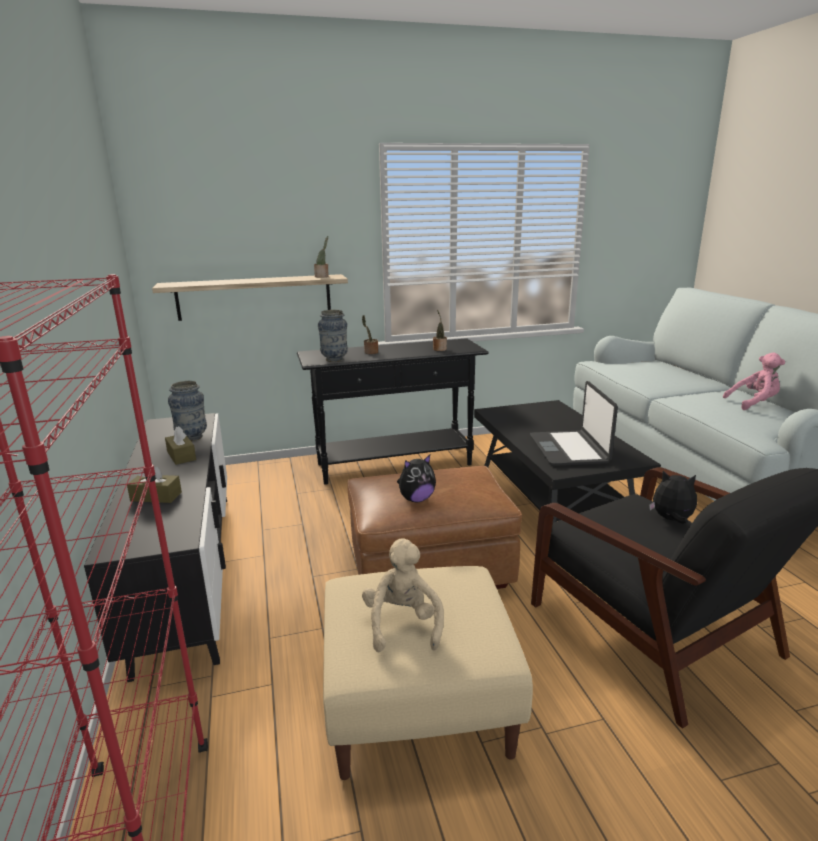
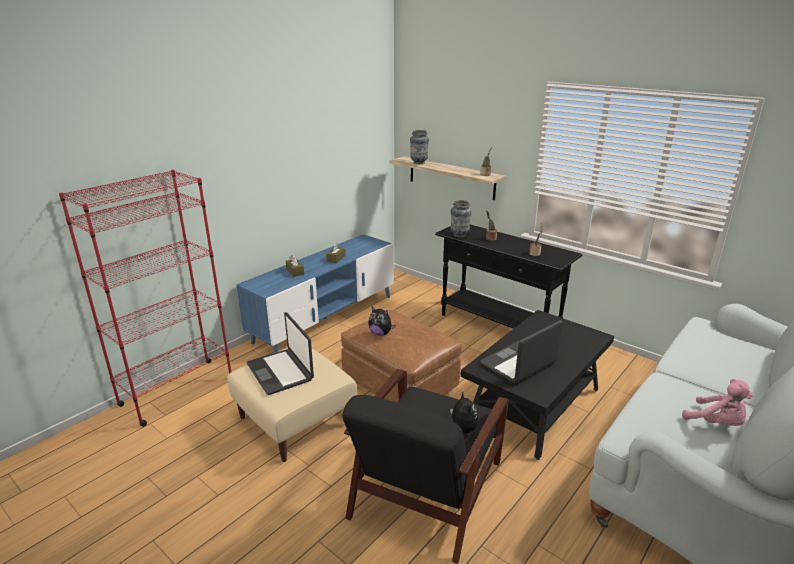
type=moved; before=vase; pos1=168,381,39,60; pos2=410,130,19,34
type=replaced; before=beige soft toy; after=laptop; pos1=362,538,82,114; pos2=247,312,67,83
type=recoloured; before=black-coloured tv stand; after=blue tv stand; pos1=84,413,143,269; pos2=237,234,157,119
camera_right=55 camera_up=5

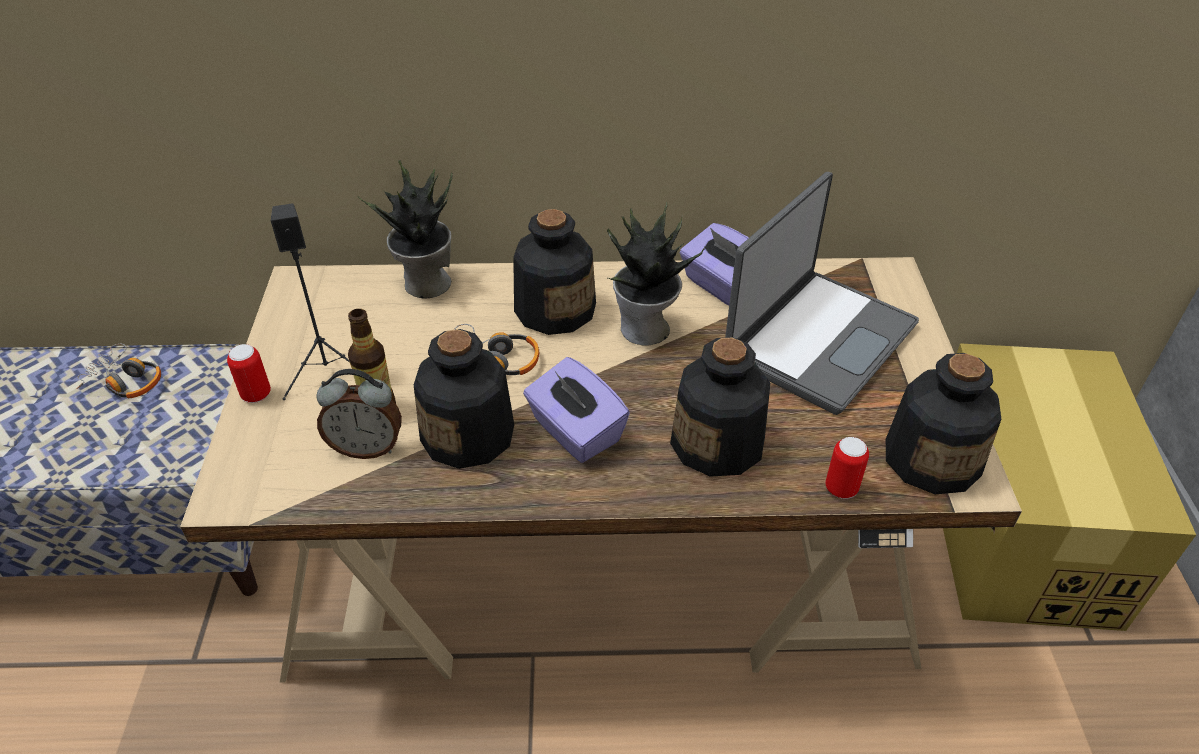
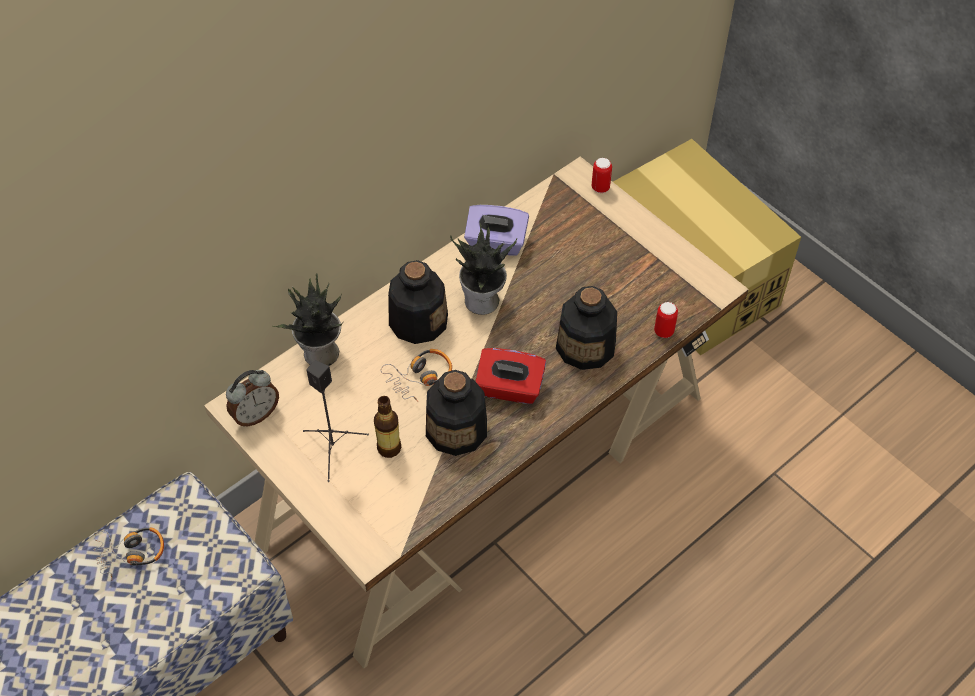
type=removed; before=laptop; pos1=725,172,194,243
type=removed; before=drink bottle; pos1=886,353,115,141
type=moved; before=can; pos1=227,344,44,59; pos2=592,158,20,35
type=moved; before=alarm clock; pos1=316,369,86,90; pos2=226,370,53,57
type=recoloured; before=purplish tissue box; after=red-coloured tissue box; pos1=523,357,107,106; pos2=475,348,71,56
camera_right=-40 camera_up=10

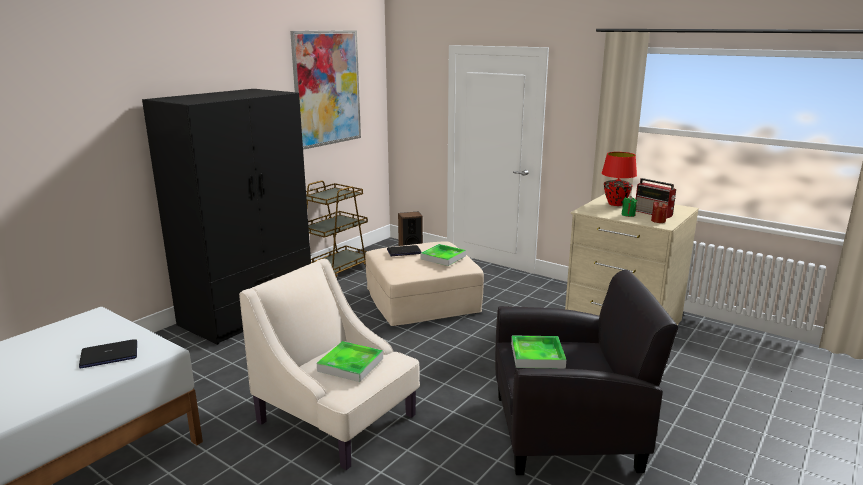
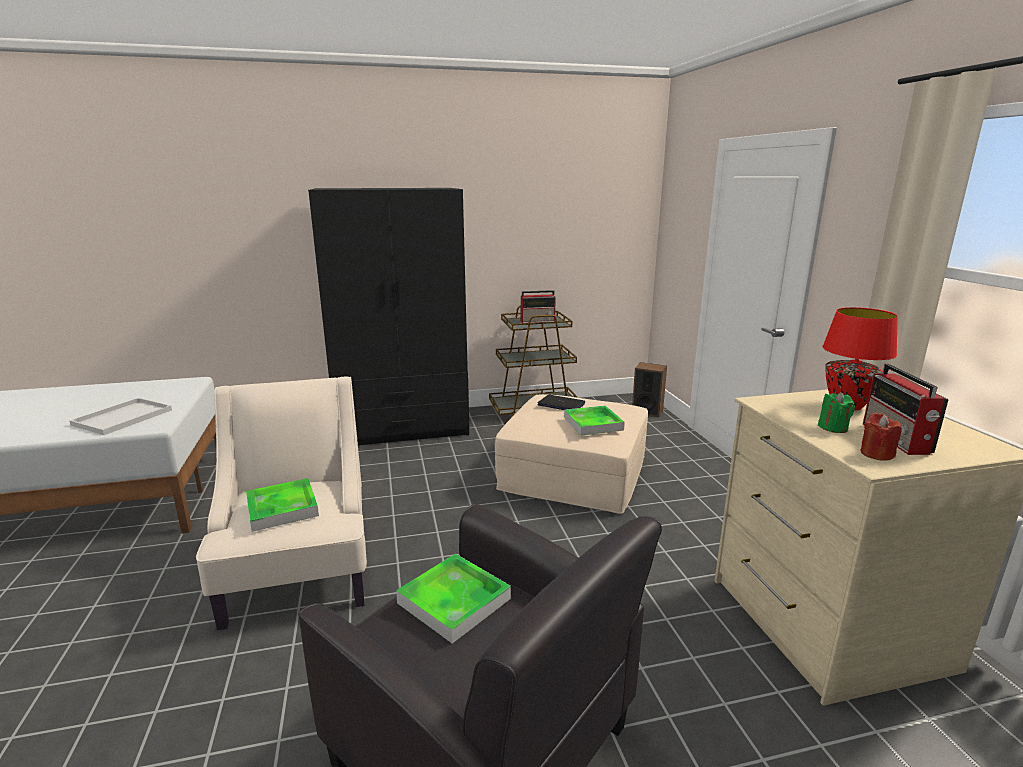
type=removed; before=wall art; pos1=290,30,71,120
type=added; after=radio; pos2=521,290,35,33
type=replaced; before=laptop; after=whitish serving tray; pos1=79,339,58,30; pos2=69,398,103,37
camera_right=40 camera_up=0

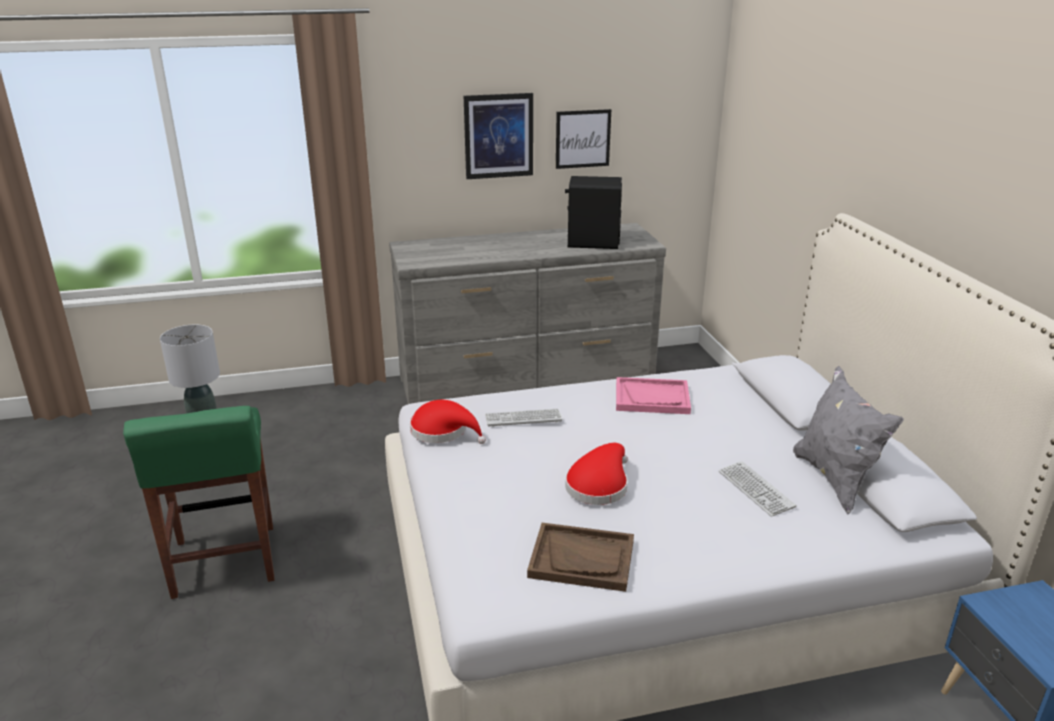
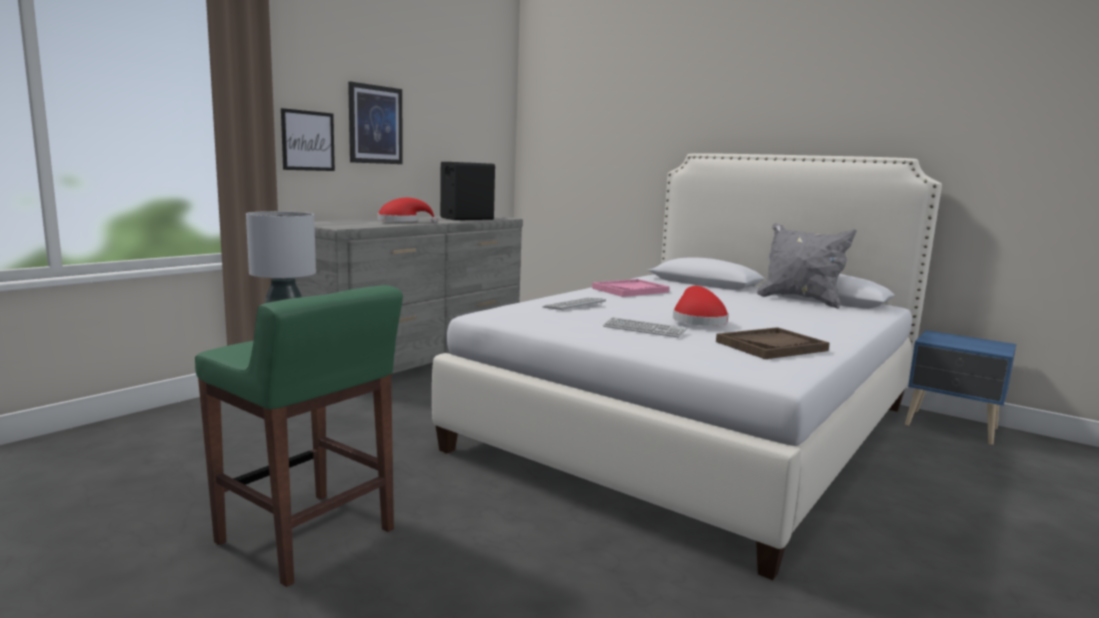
type=moved; before=red-coloured clothing hat; pos1=410,400,76,44; pos2=377,198,60,25
type=moved; before=wall art; pos1=556,109,55,60; pos2=281,108,54,63
type=moved; before=keyboard; pos1=719,461,77,56; pos2=603,317,84,20
camera_right=-40 camera_up=-15

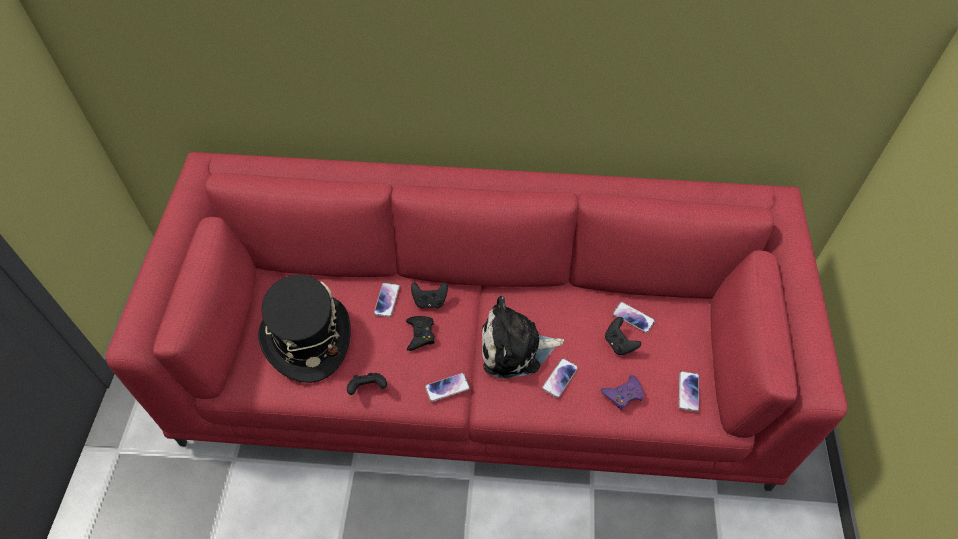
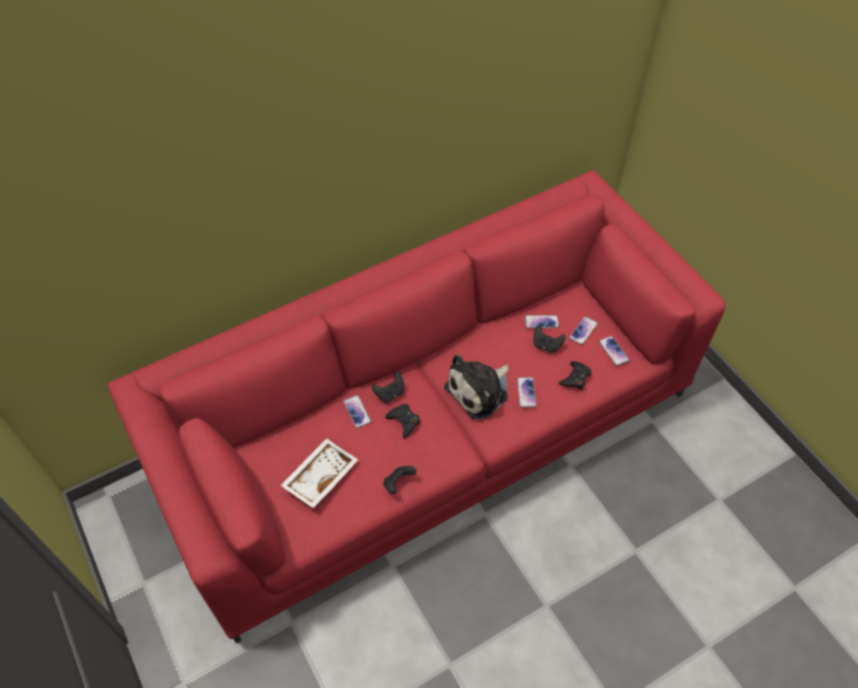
type=moved; before=handset; pos1=425,373,45,29; pos2=569,316,29,29
type=replaced; before=black-coloured clothing hat; after=whitish serving tray; pos1=258,275,93,108; pos2=280,438,78,70
type=recoloured; before=purplish game controller; after=black-coloured game controller; pos1=601,375,43,35; pos2=559,361,32,29
camera_right=-35 camera_up=0

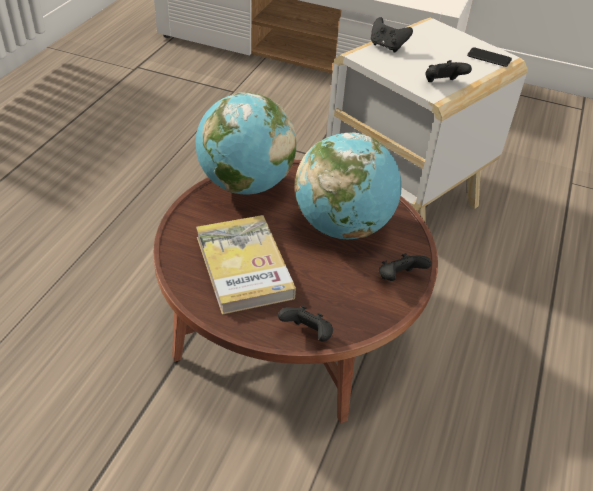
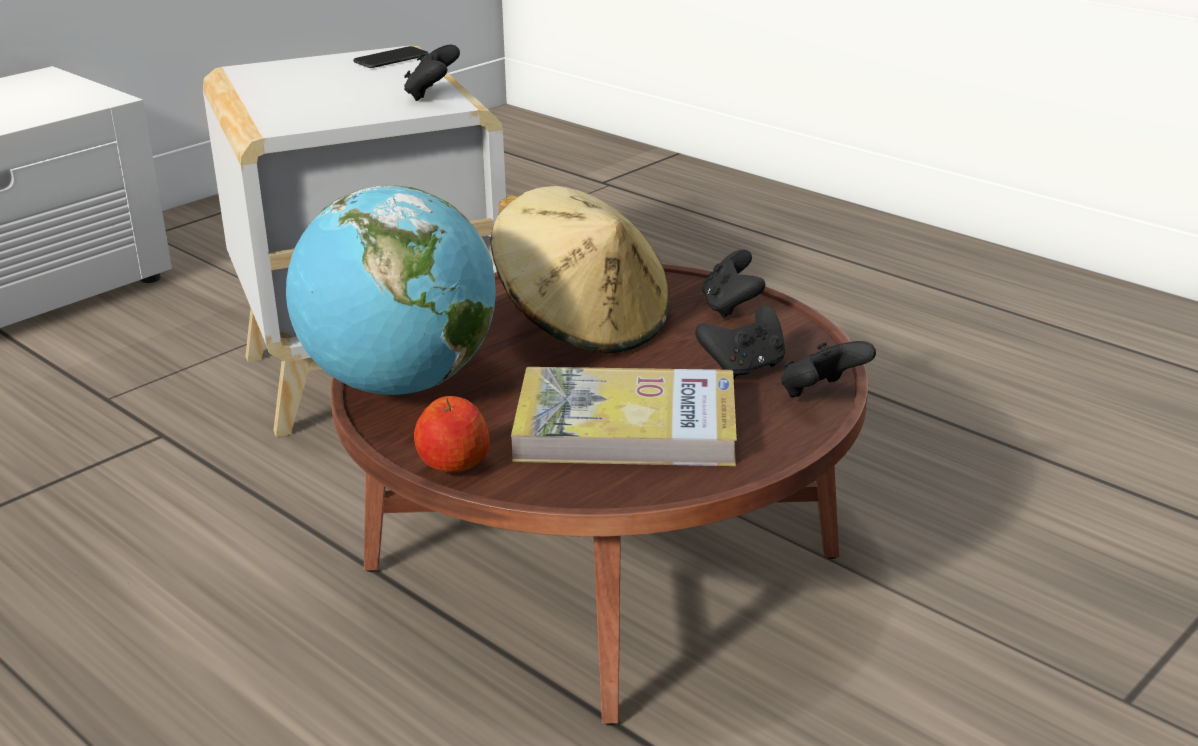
type=added; after=whole apple; pos2=414,396,76,76
type=moved; before=black-coloured game controller; pos1=371,17,42,35; pos2=695,305,90,74
type=replaced; before=globe; after=beige clothing hat; pos1=295,132,107,107; pos2=490,186,180,168
camera_right=-65 camera_up=-15

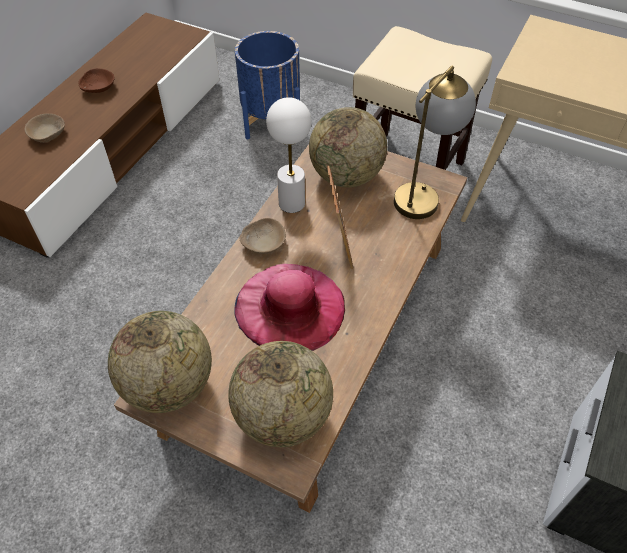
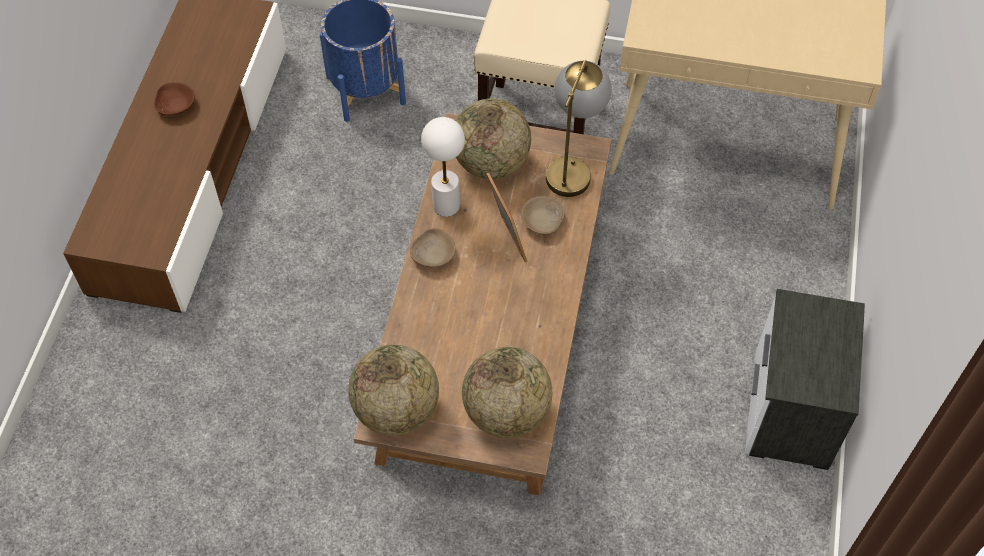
type=removed; before=pink-coloured clothing hat; pos1=234,264,111,87
type=moved; before=beige deep dish; pos1=24,113,41,30; pos2=521,196,44,39
camera_right=-15 camera_up=5

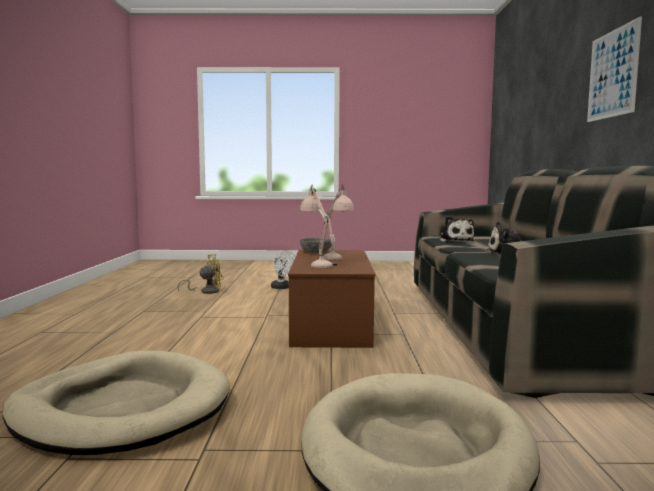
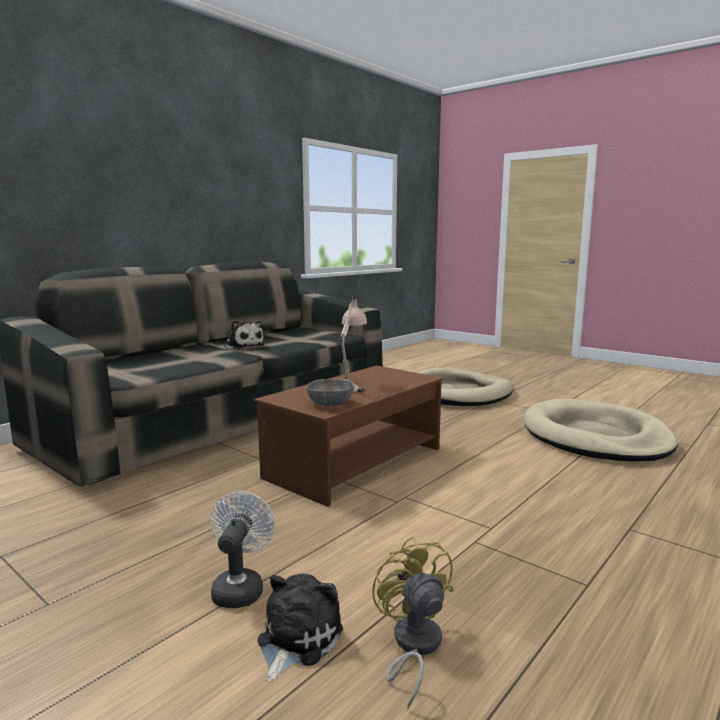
type=removed; before=beige tabletop lamp; pos1=300,185,37,83
type=removed; before=wall art; pos1=587,16,55,106
type=moved; before=soft toy; pos1=438,216,36,26; pos2=257,573,86,109
type=turned; before=yellow-coloured electric fan; pos1=177,254,47,40; pos2=372,536,82,173; turn=60
camera_right=-140 camera_up=5

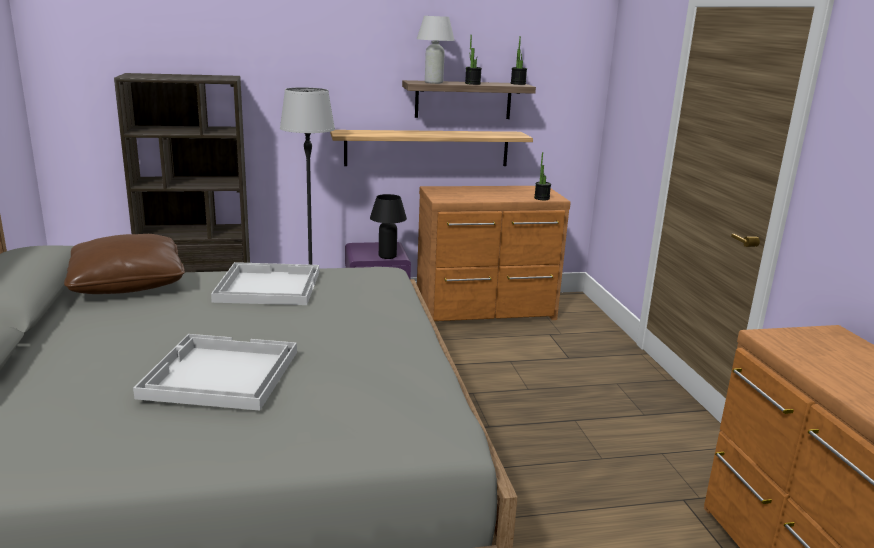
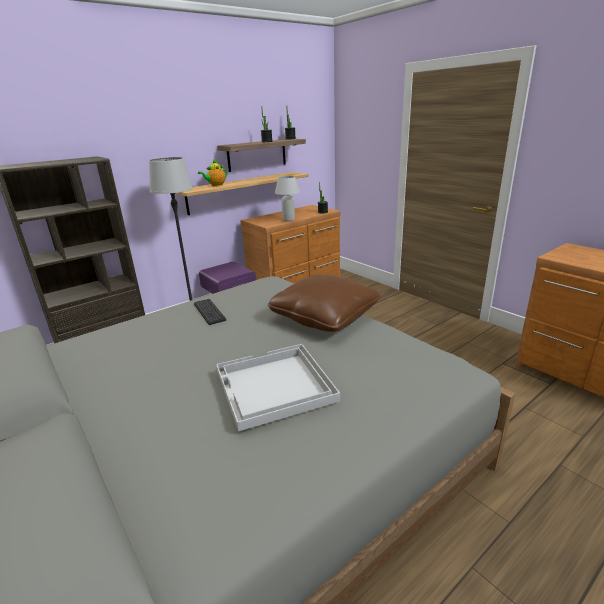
type=removed; before=black-coloured tabletop lamp; pos1=370,194,37,65
type=added; after=tea pot; pos2=198,160,29,27
type=moved; before=brown-coloured cushion; pos1=64,234,121,60; pos2=267,274,114,58
type=moved; before=whitish tabletop lamp; pos1=417,16,38,68; pos2=275,176,25,45
type=replaced; before=whitish serving tray; after=keyboard; pos1=211,262,108,43; pos2=194,299,32,26
camera_right=-25 camera_up=5

